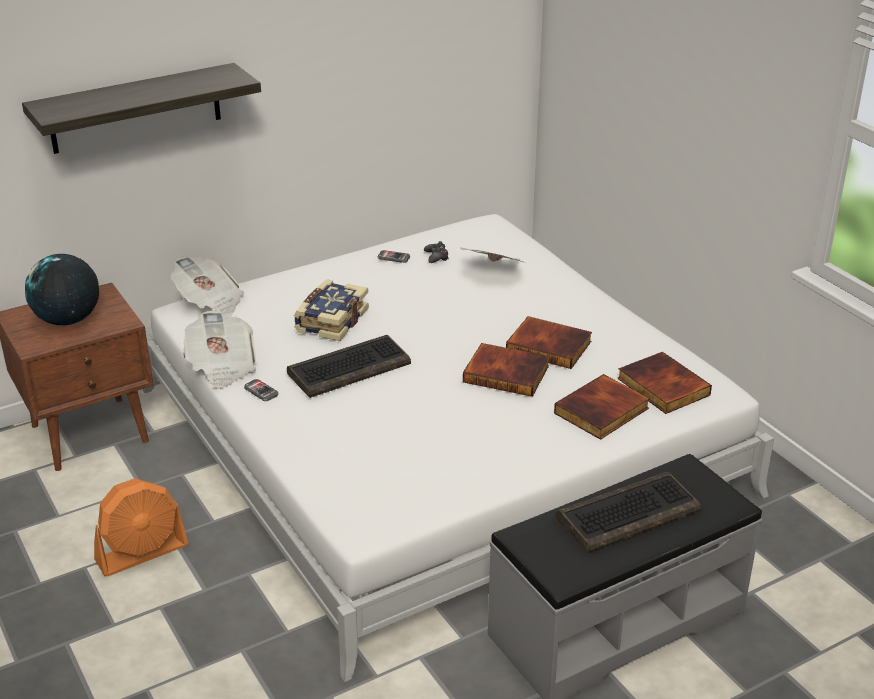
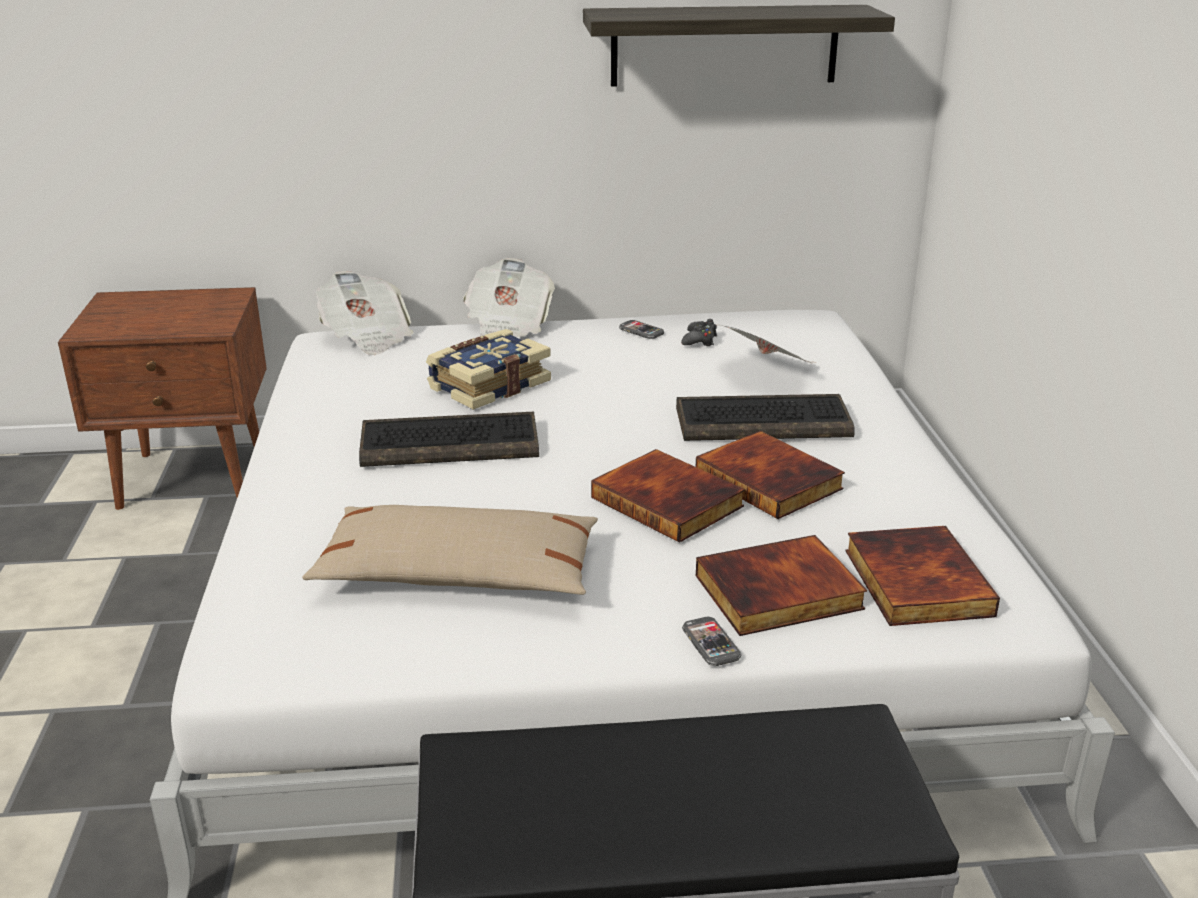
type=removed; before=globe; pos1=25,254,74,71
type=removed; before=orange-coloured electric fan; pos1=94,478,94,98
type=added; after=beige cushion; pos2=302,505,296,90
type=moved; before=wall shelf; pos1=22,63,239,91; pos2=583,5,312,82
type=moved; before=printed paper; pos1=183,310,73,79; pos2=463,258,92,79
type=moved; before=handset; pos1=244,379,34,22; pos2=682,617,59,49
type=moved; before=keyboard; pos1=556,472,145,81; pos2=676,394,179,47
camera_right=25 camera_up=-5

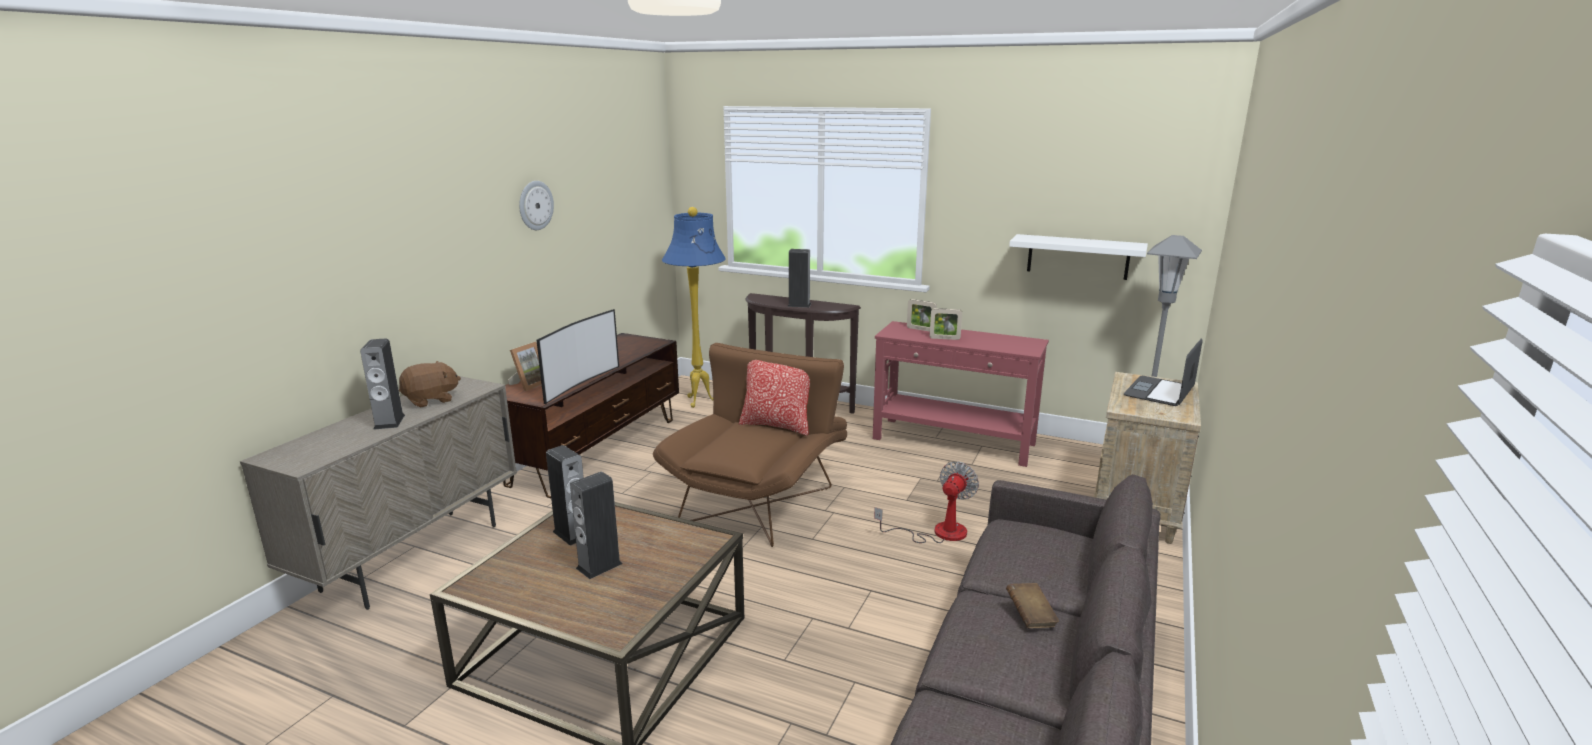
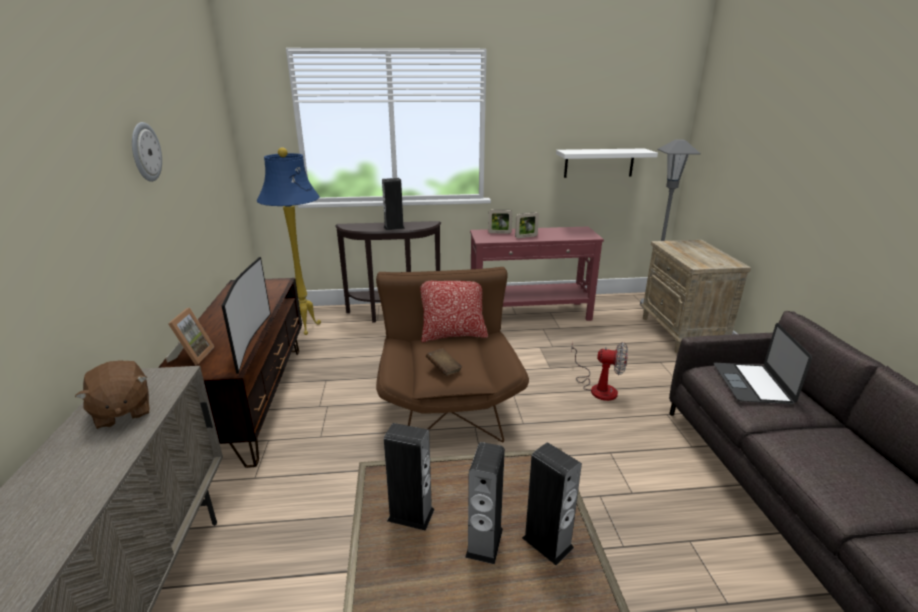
type=moved; before=speaker; pos1=360,339,45,91; pos2=522,442,60,123
type=moved; before=brown-coloured bound book; pos1=1006,583,53,45; pos2=426,348,36,28
type=moved; before=laptop; pos1=1124,339,79,67; pos2=714,323,98,81
type=turned; before=brown-coloured soft toy; pos1=399,361,62,47; pos2=75,361,74,68; turn=120
type=turned; before=electric fan; pos1=874,462,105,81; pos2=571,341,57,60; turn=105
camera_right=-30 camera_up=5

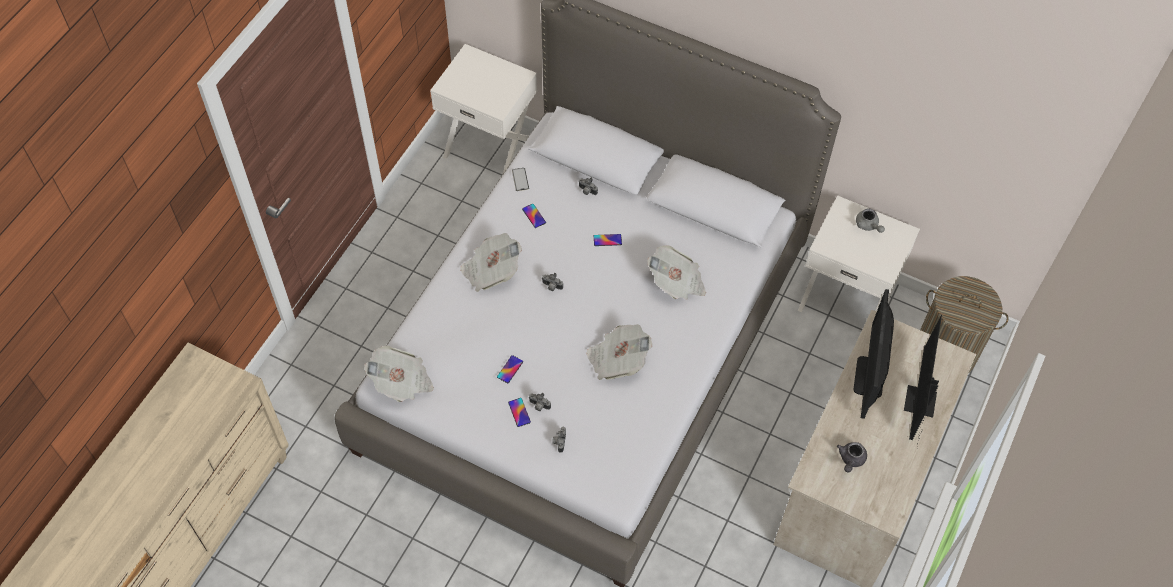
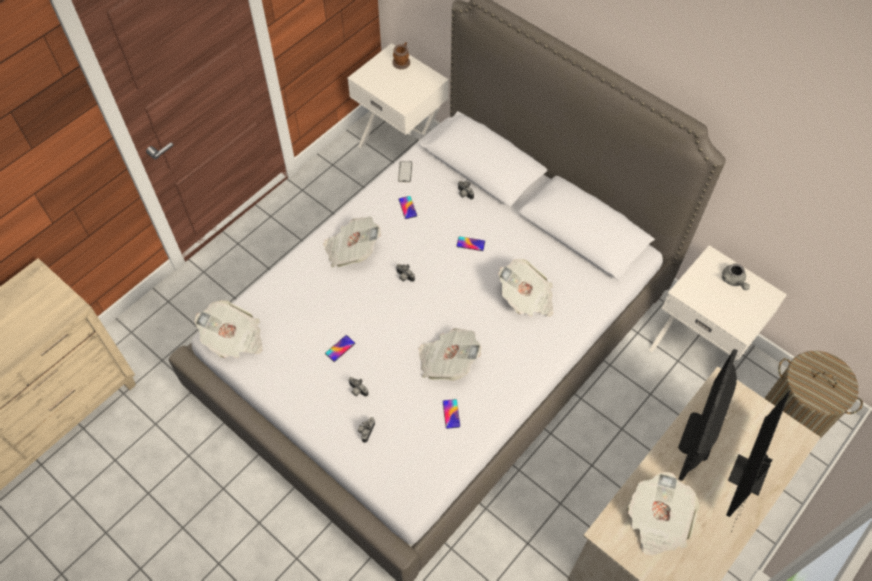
type=added; after=tea mug; pos2=392,42,18,27
type=moved; before=handset; pos1=508,398,23,29; pos2=443,399,17,30
type=replaced; before=grey tea pot; after=printed paper; pos1=837,442,30,31; pos2=627,472,73,84
camera_right=15 camera_up=0

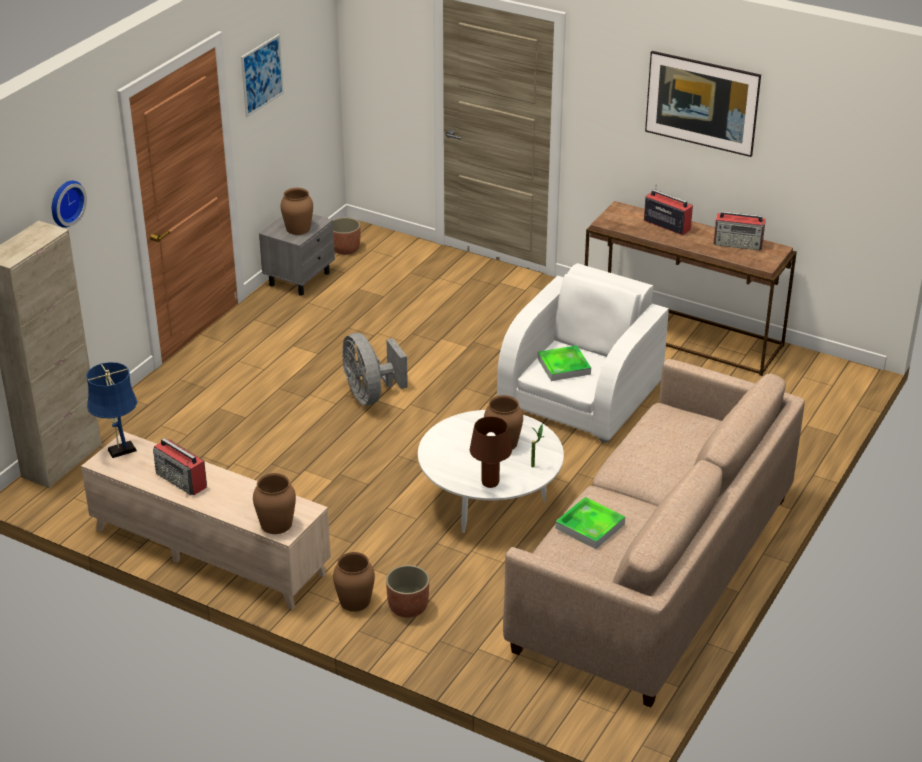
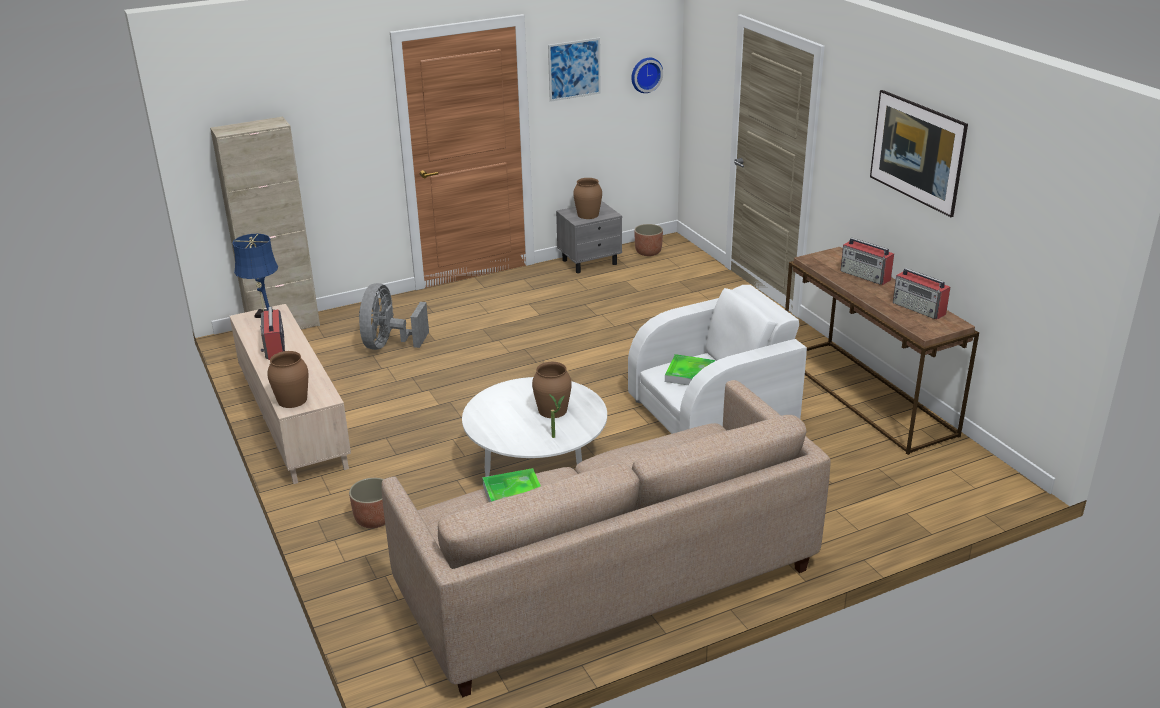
type=removed; before=brown-coloured vase; pos1=333,552,42,60
type=removed; before=brown-coloured tabletop lamp; pos1=470,416,42,72
type=moved; before=wall clock; pos1=52,180,35,48; pos2=632,58,31,35
type=moved; before=grey electric fan; pos1=342,333,66,72; pos2=359,283,70,67
type=turned; before=radio; pos1=644,184,49,51; pos2=840,238,54,47; turn=150
camera_right=35 camera_up=-5

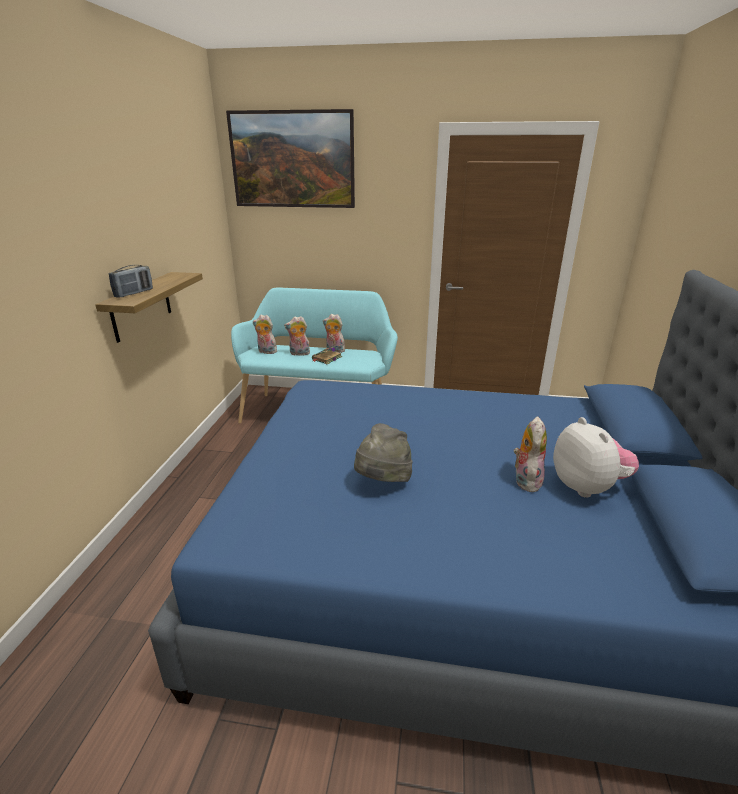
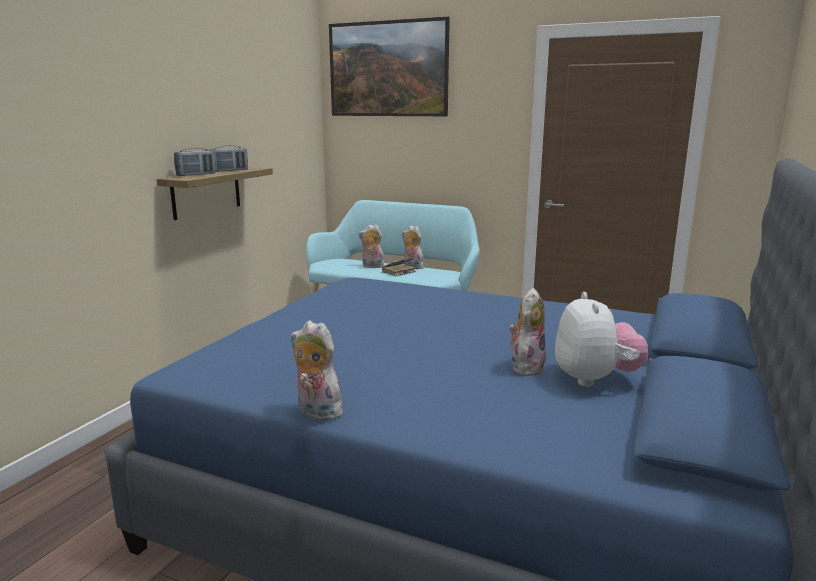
type=removed; before=grey clothing hat; pos1=354,423,59,59
type=added; after=radio; pos2=209,145,39,27
type=moved; before=soft toy; pos1=253,314,27,40; pos2=291,321,54,99
camera_right=15 camera_up=-10

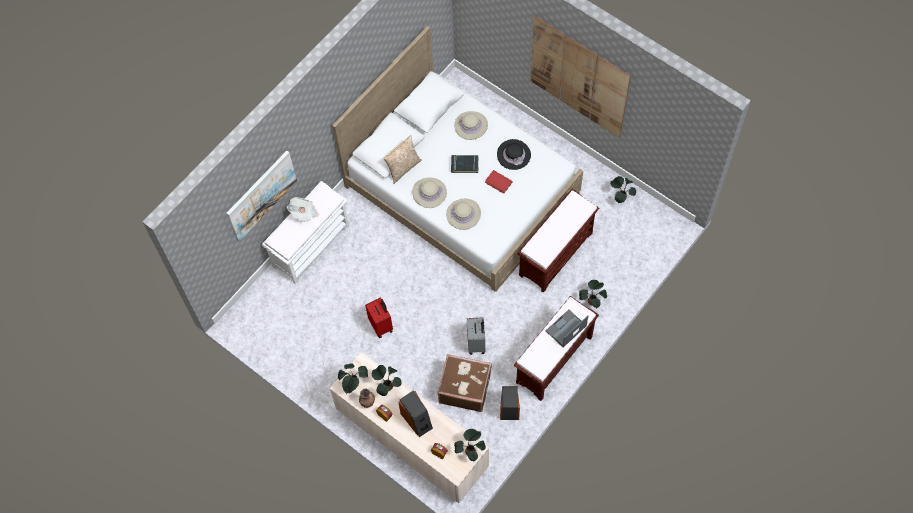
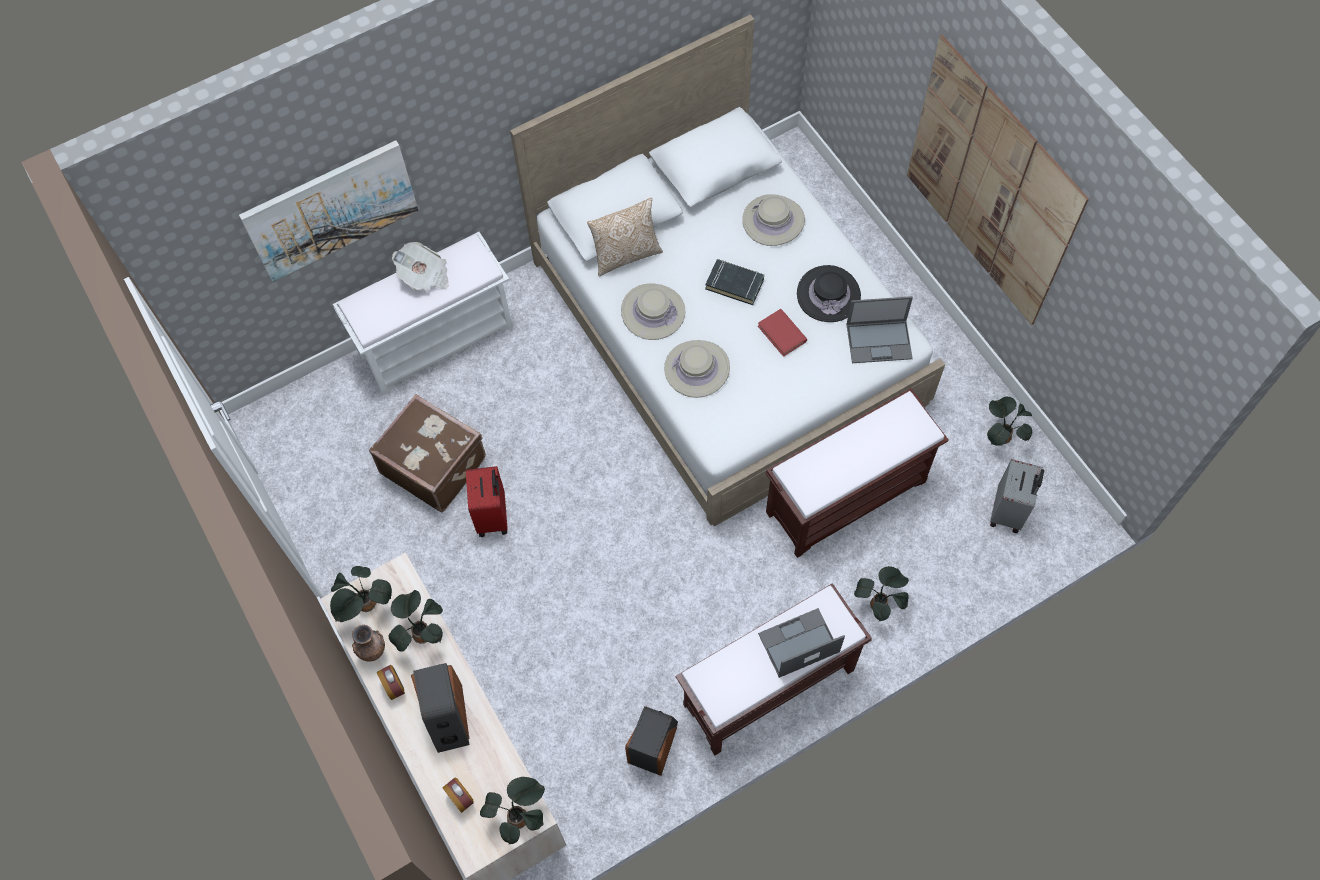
type=added; after=laptop; pos2=846,296,67,67
type=moved; before=brown-coloured suitcase; pos1=437,354,55,58; pos2=369,394,117,118
type=moved; before=grey suitcase; pos1=467,317,18,38; pos2=990,459,54,74
camera_right=20 camera_up=0

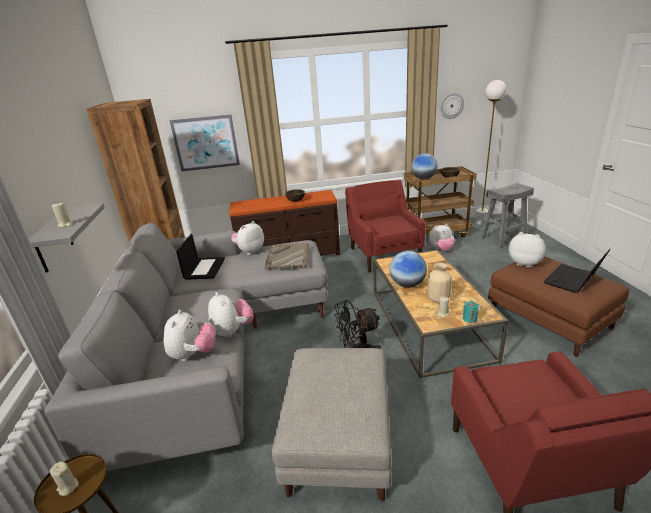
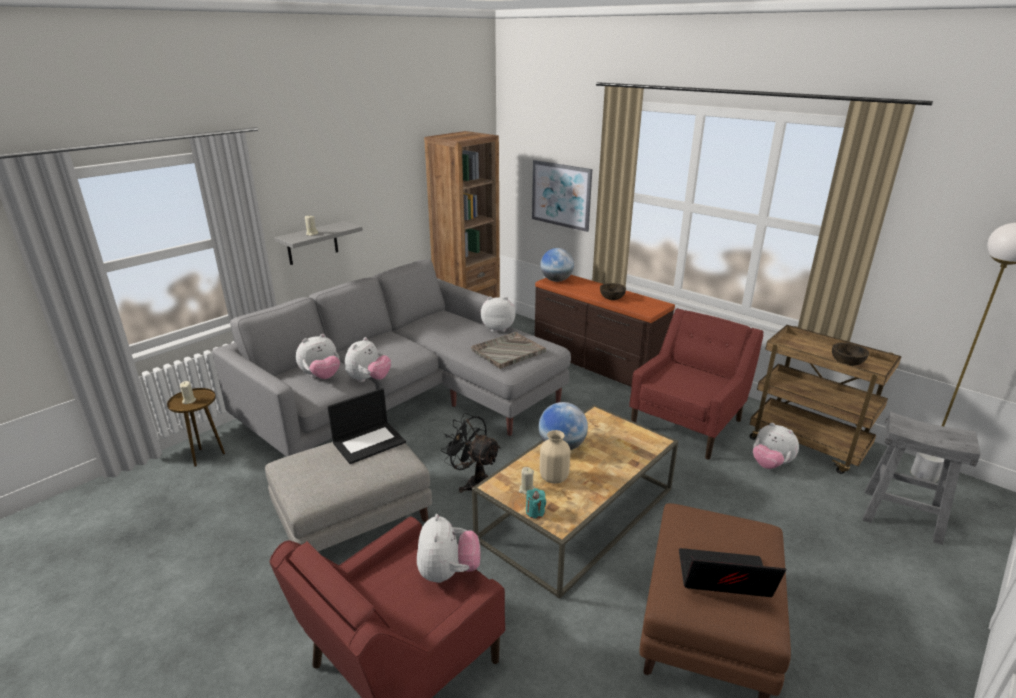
type=removed; before=wall clock; pos1=440,92,24,27
type=moved; before=laptop; pos1=176,234,49,46; pos2=327,388,79,76
type=moved; before=globe; pos1=411,153,27,26; pos2=540,248,34,34
type=moved; before=soft toy; pos1=509,232,37,36; pos2=417,514,63,69
camera_right=50 camera_up=0

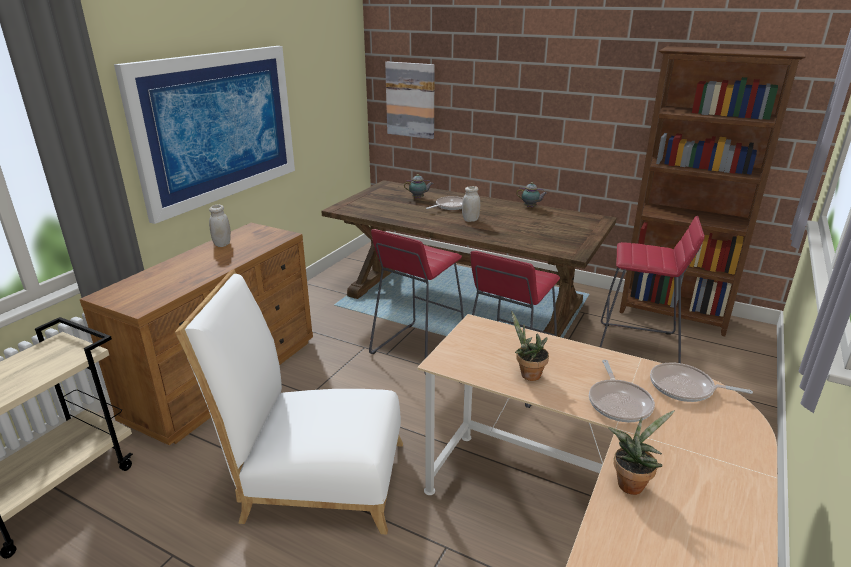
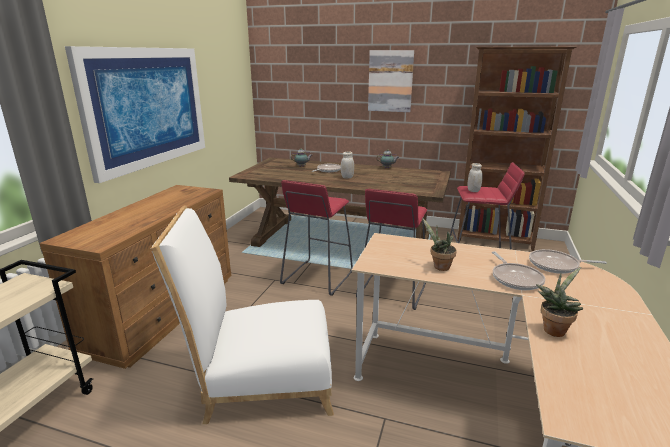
type=moved; before=whitish jar; pos1=209,205,22,42; pos2=468,163,15,29
type=moved; before=wall art; pos1=385,61,50,78; pos2=368,50,46,62
camera_right=-10 camera_up=-5

